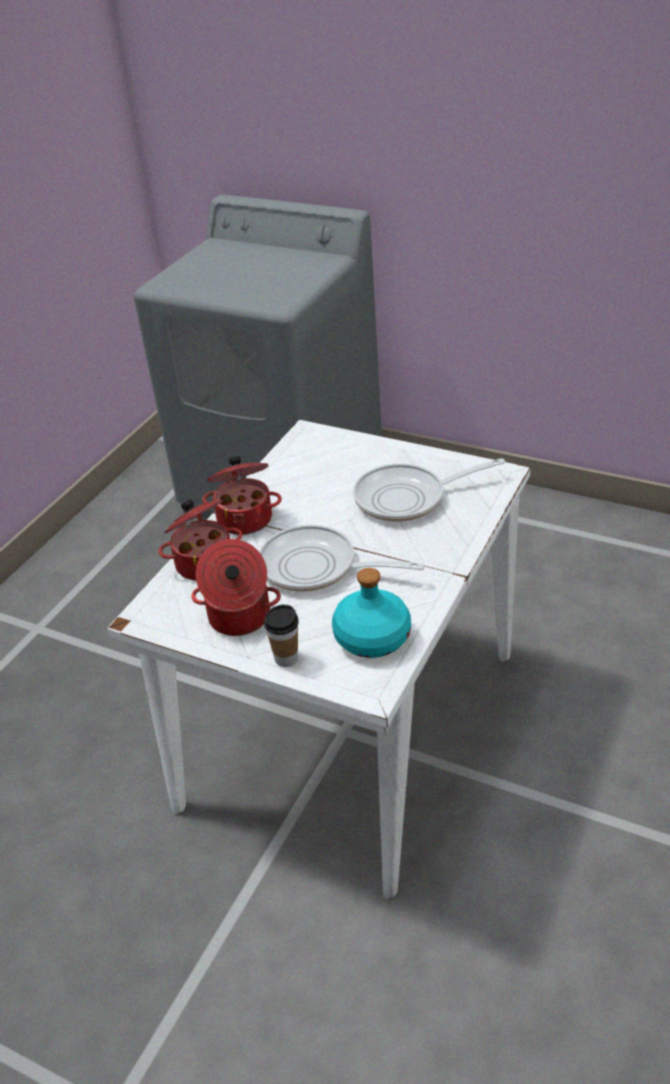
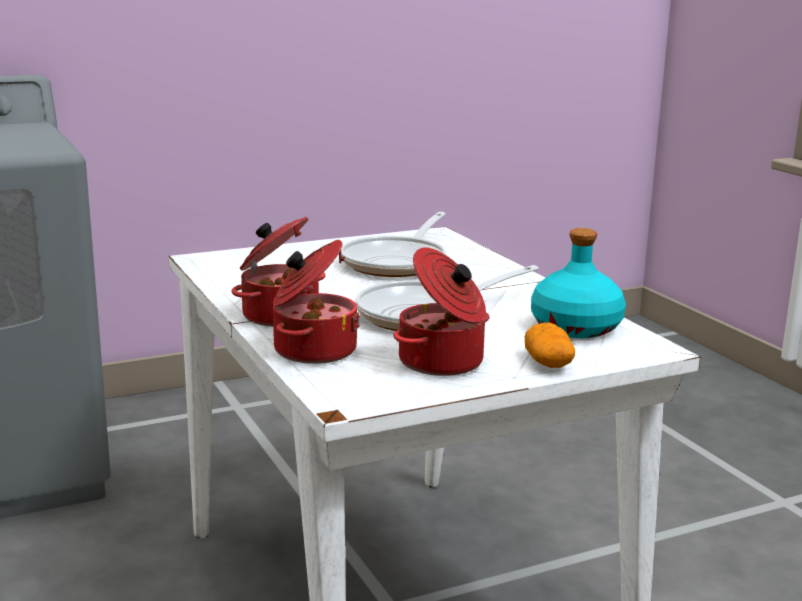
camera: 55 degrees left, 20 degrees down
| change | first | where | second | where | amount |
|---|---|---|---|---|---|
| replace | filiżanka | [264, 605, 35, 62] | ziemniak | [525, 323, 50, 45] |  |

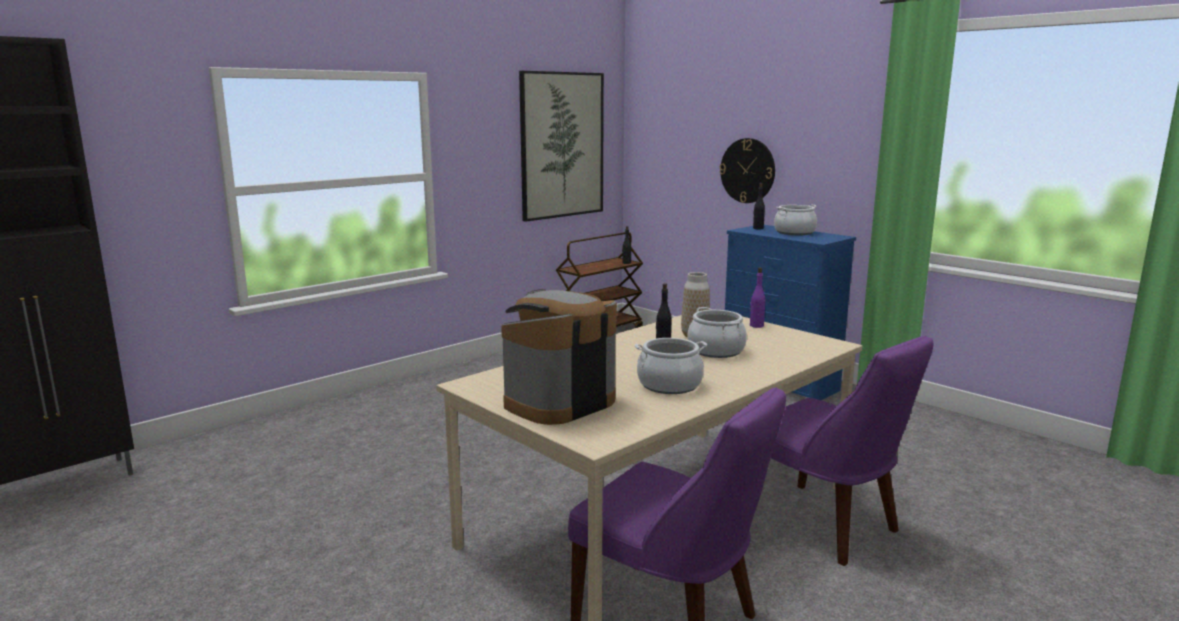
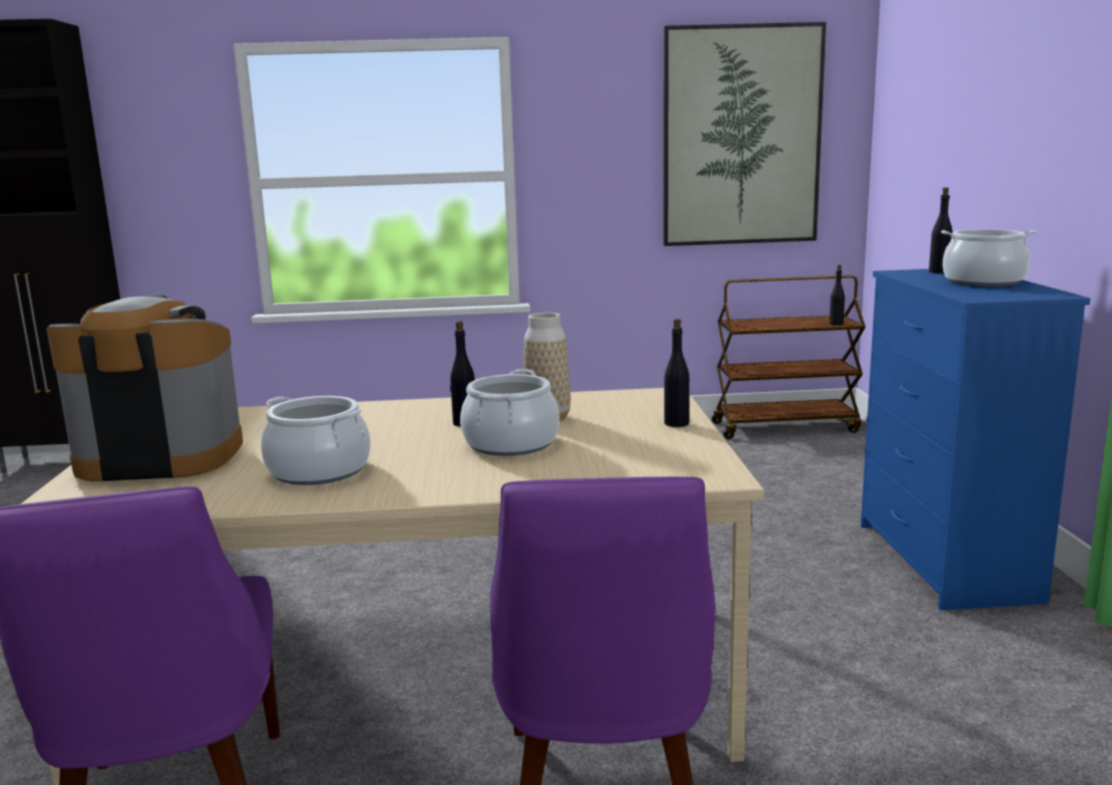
camera: 40 degrees right, 0 degrees up
| change | first | where | second | where | amount |
|---|---|---|---|---|---|
| delete | zegar ścienny | [720, 138, 55, 65] |  |  |  |
| recolor | butelka (fioletowy) | [750, 268, 15, 60] | butelka (czarny) | [664, 319, 25, 108] |  |

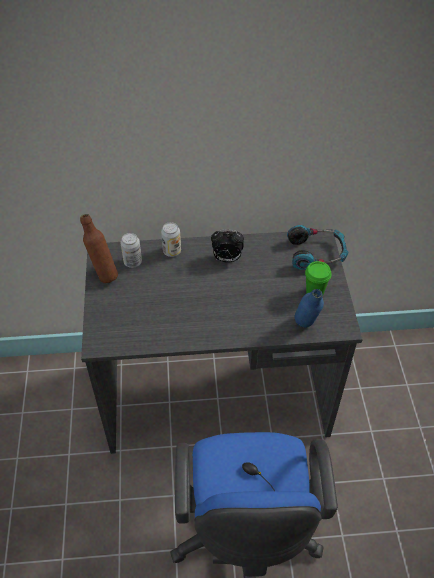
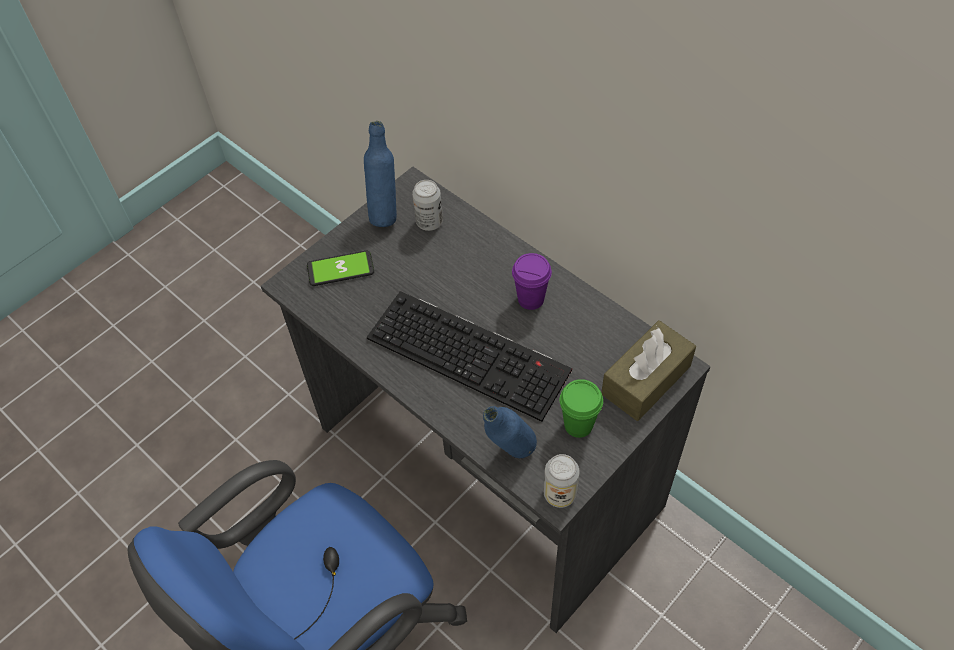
camera: 50 degrees right, 5 degrees up
| change | first | where | second | where | amount |
|---|---|---|---|---|---|
| recolor | butelka (brązowy) | [80, 214, 38, 69] | butelka (niebieski) | [364, 121, 33, 106] |  |
| move | puszka | [161, 222, 20, 35] |  | [544, 454, 36, 54] |  |
| replace | słuchawki | [287, 225, 62, 45] | pudełko chusteczek (brązowy) | [601, 320, 95, 101] |  |
| replace | budzik | [211, 229, 33, 34] | filiżanka (fioletowy) | [512, 253, 40, 57] |  |
| insert |  |  | telefon | [307, 250, 67, 36] |  |
| insert |  |  | klawiatura | [367, 291, 205, 131] |  |

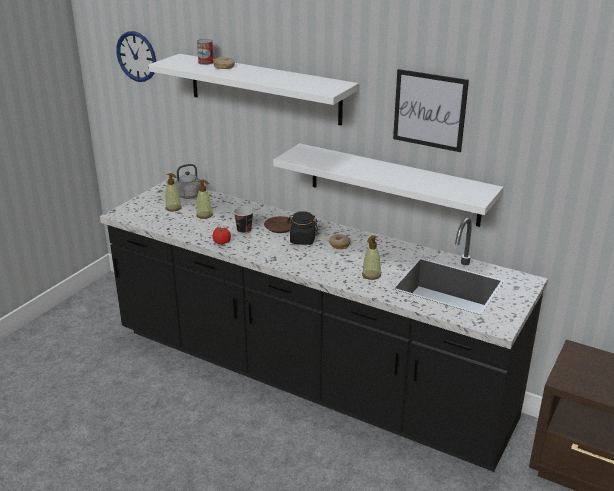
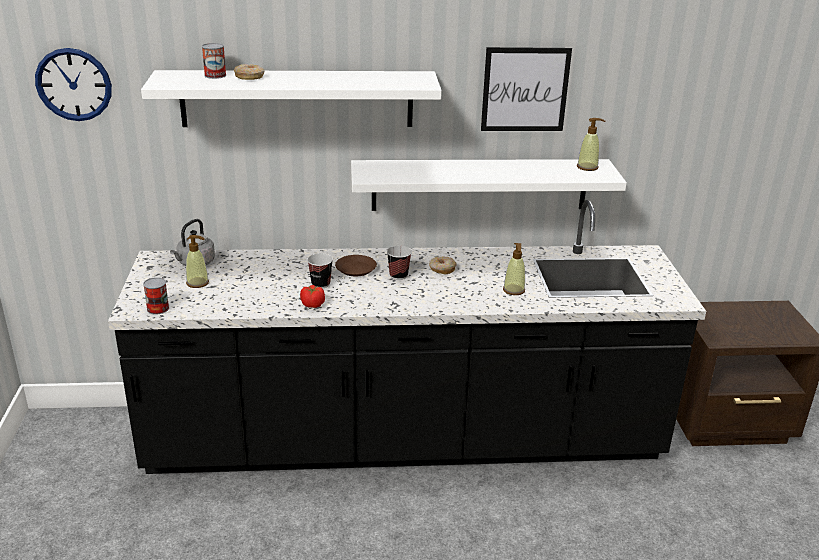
camera: 35 degrees left, 0 degrees up
| change | first | where | second | where | amount |
|---|---|---|---|---|---|
| move | dozownik mydła | [196, 179, 17, 40] |  | [577, 118, 29, 53] |  |
| replace | słoik (czarny) | [287, 211, 31, 34] | filiżanka | [387, 246, 25, 34] |  |
| insert |  |  | puszka | [143, 277, 26, 38] |  |

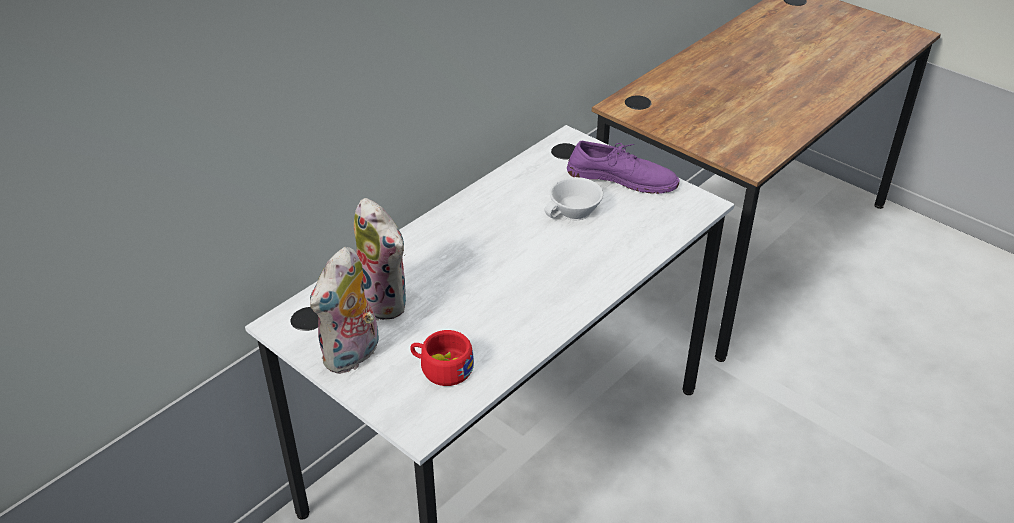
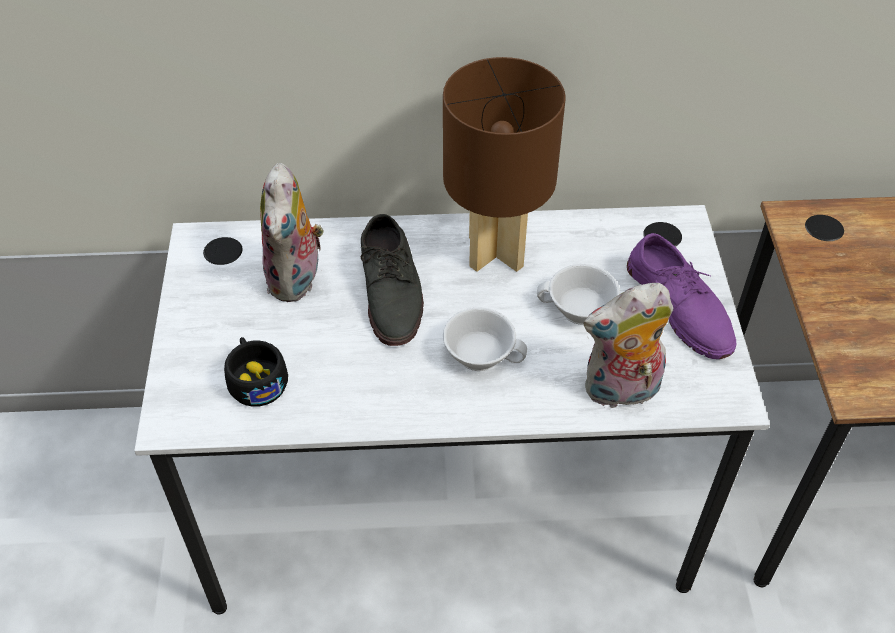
camera: 45 degrees right, 10 degrees up
| change | first | where | second | where | amount |
|---|---|---|---|---|---|
| move | pluszak | [310, 247, 69, 127] |  | [584, 283, 89, 126] |  |
| recolor | filiżanka (czerwony) | [410, 330, 64, 56] | filiżanka (czarny) | [224, 337, 64, 70] |  |
| insert |  |  | lampa stołowa (brązowy) | [443, 57, 122, 215] |  |
| insert |  |  | but (szary) | [360, 214, 64, 132] |  |
| insert |  |  | filiżanka (biały) | [443, 308, 84, 63] |  |

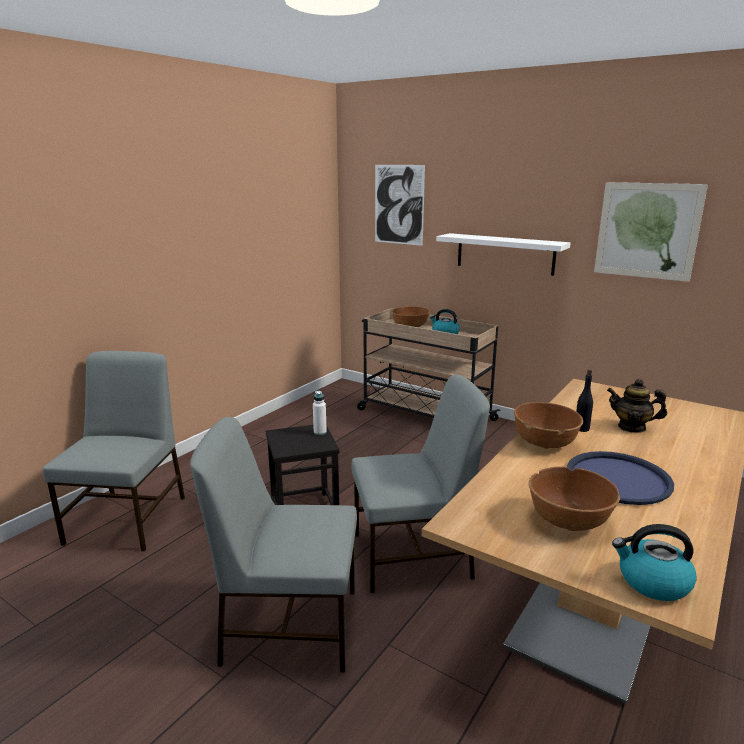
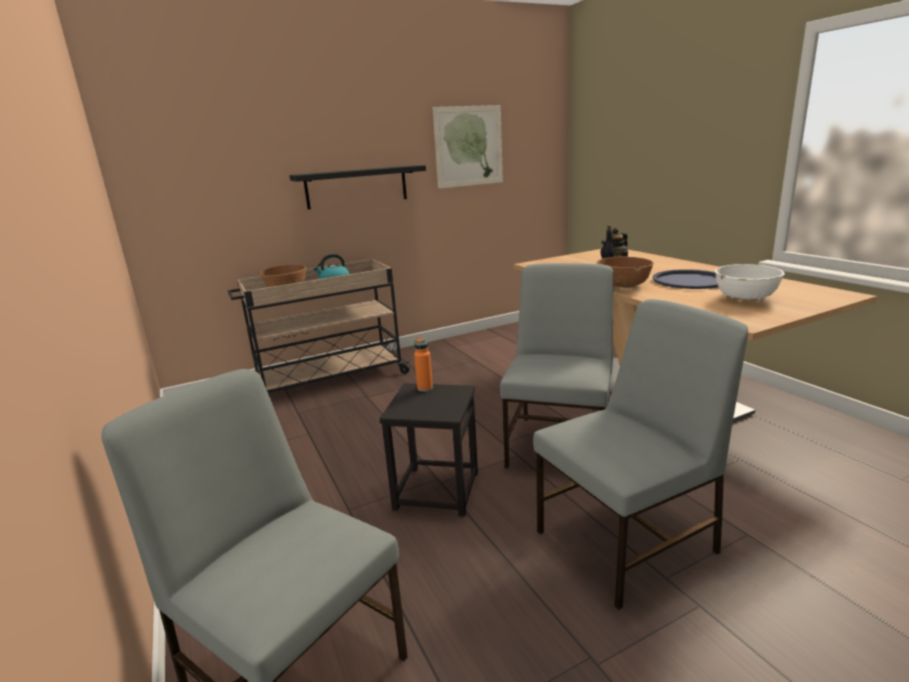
camera: 60 degrees left, 0 degrees up
| change | first | where | second | where | amount |
|---|---|---|---|---|---|
| delete | obraz | [375, 165, 50, 81] |  |  |  |
| recolor | półka (biały) | [436, 233, 134, 43] | półka (czarny) | [289, 165, 137, 45] |  |
| recolor | butelka (biały) | [313, 391, 14, 44] | butelka (pomarańczowy) | [414, 338, 19, 54] |  |
| rotate | krzesło (szary) | [190, 417, 167, 255] |  | [533, 299, 215, 311] | 150 degrees counterclockwise |
| recolor | miska (brązowy) | [529, 466, 91, 65] | miska (biały) | [715, 264, 70, 37] |  |
| delete | czajnik | [612, 524, 85, 77] |  |  |  |

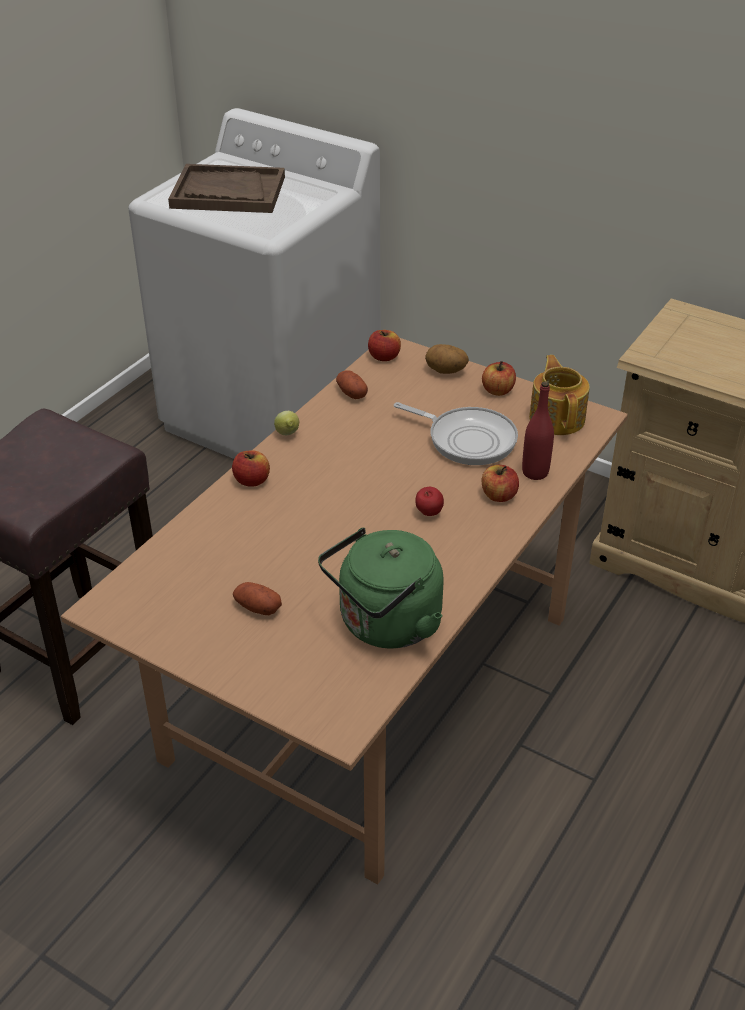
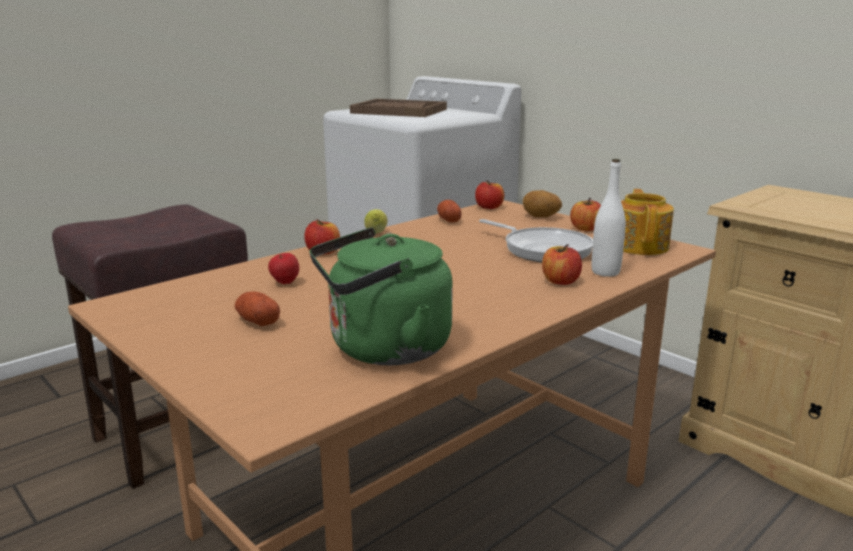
camera: 15 degrees right, 20 degrees down
| change | first | where | second | where | amount |
|---|---|---|---|---|---|
| recolor | butelka (czerwony) | [522, 381, 32, 99] | butelka (biały) | [592, 159, 34, 118] |  |
| move | jabłko | [415, 487, 29, 29] |  | [268, 253, 31, 31] |  |

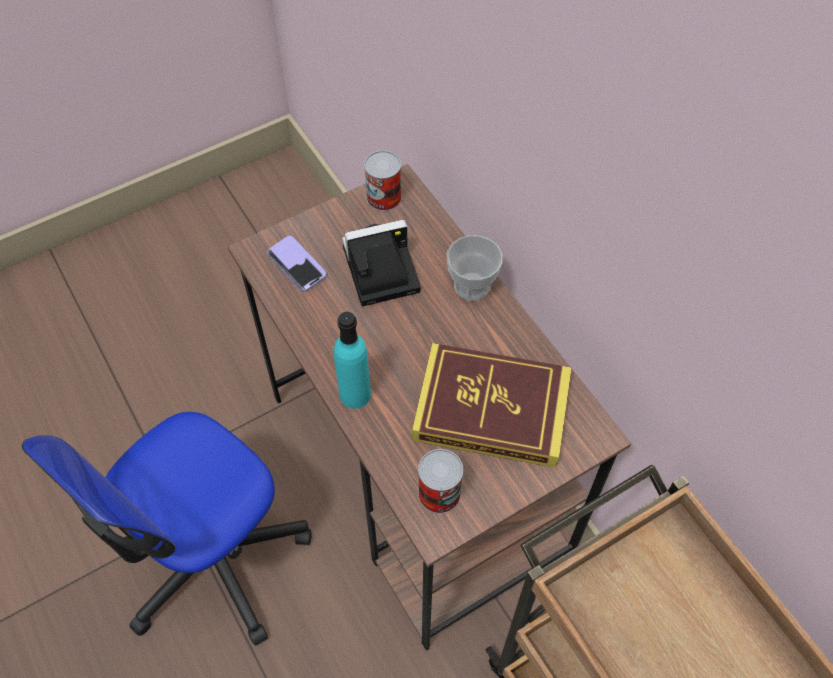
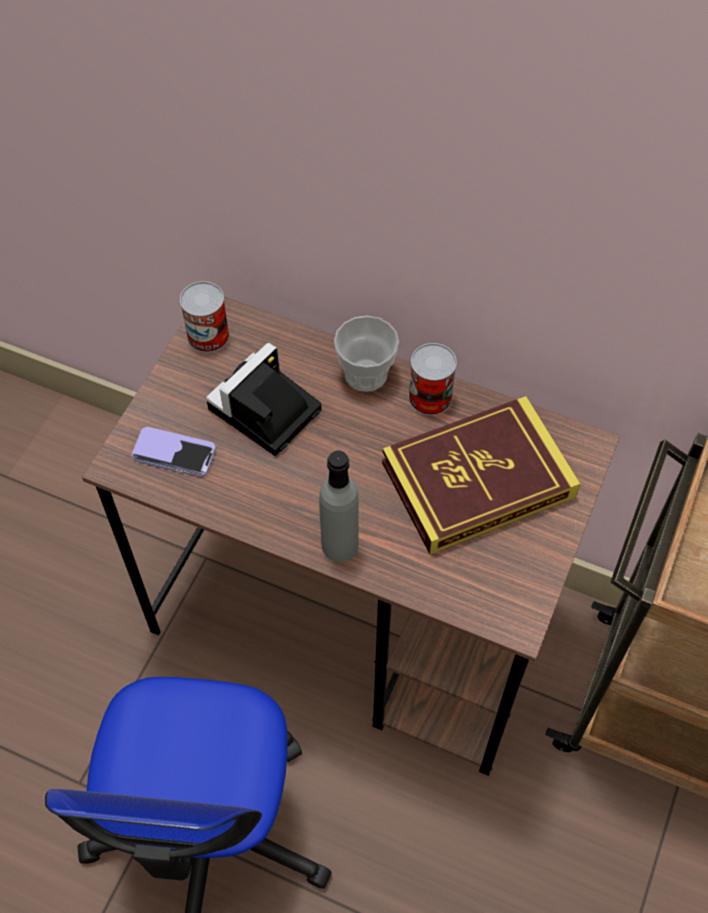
camera: 35 degrees left, 0 degrees up
| change | first | where | second | where | amount |
|---|---|---|---|---|---|
| recolor | butelka (turkusowy) | [334, 312, 37, 97] | butelka (szary) | [319, 451, 39, 111] |  |
| move | puszka | [418, 449, 45, 65] |  | [408, 343, 49, 73] |  |

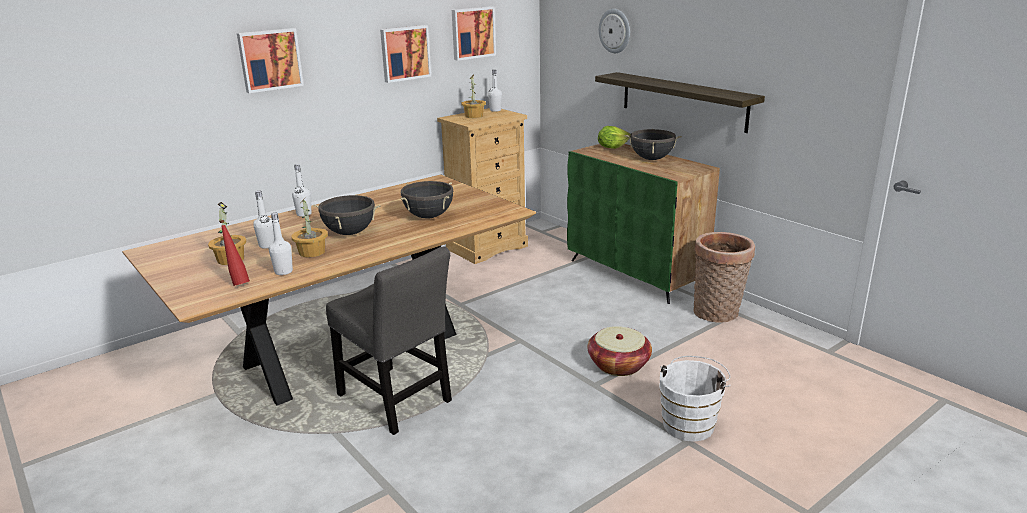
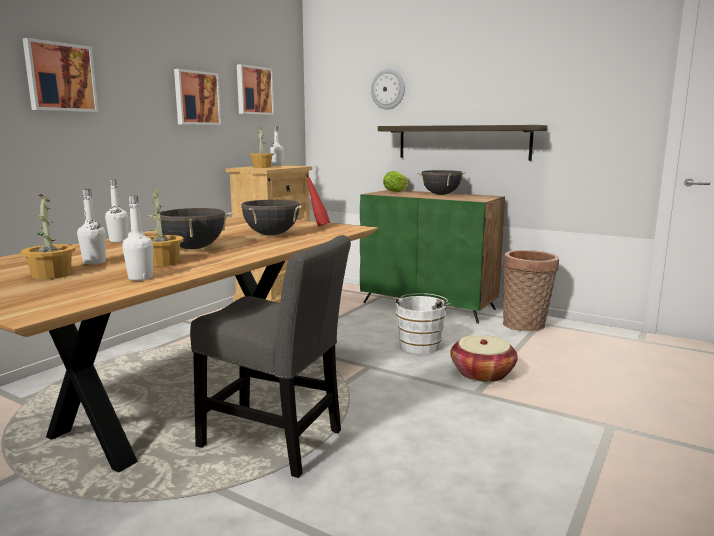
camera: 20 degrees left, 10 degrees down
| change | first | where | second | where | amount |
|---|---|---|---|---|---|
| move | butelka (czerwony) | [219, 220, 31, 66] |  | [305, 173, 25, 53] |  |
| move | wiadro (biały) | [659, 356, 72, 86] |  | [394, 293, 57, 61] |  |

